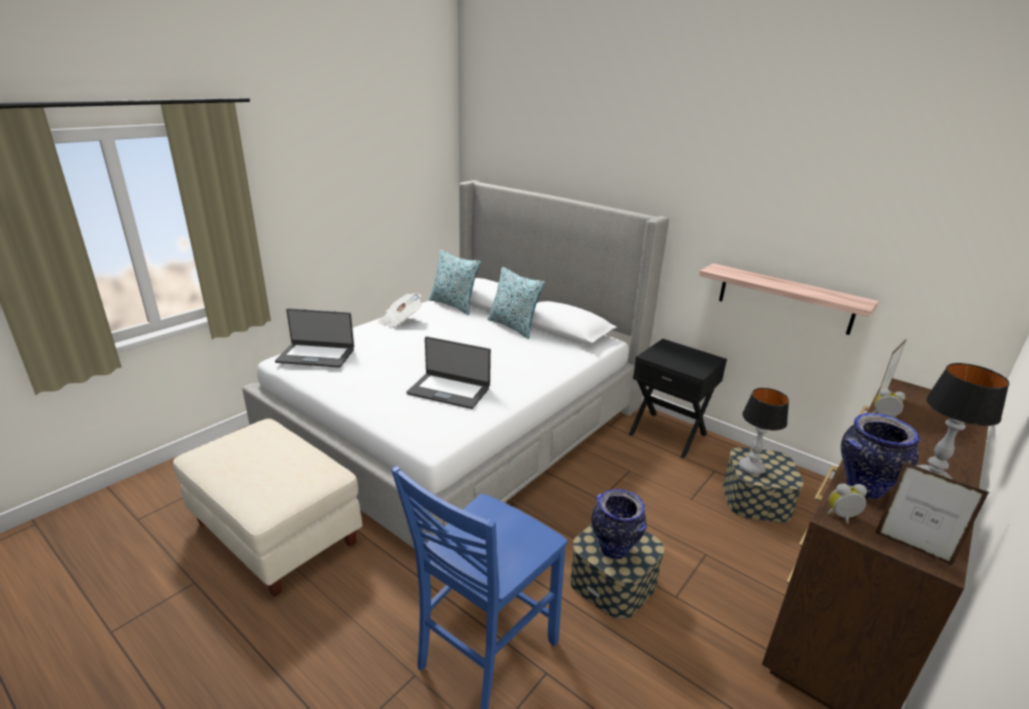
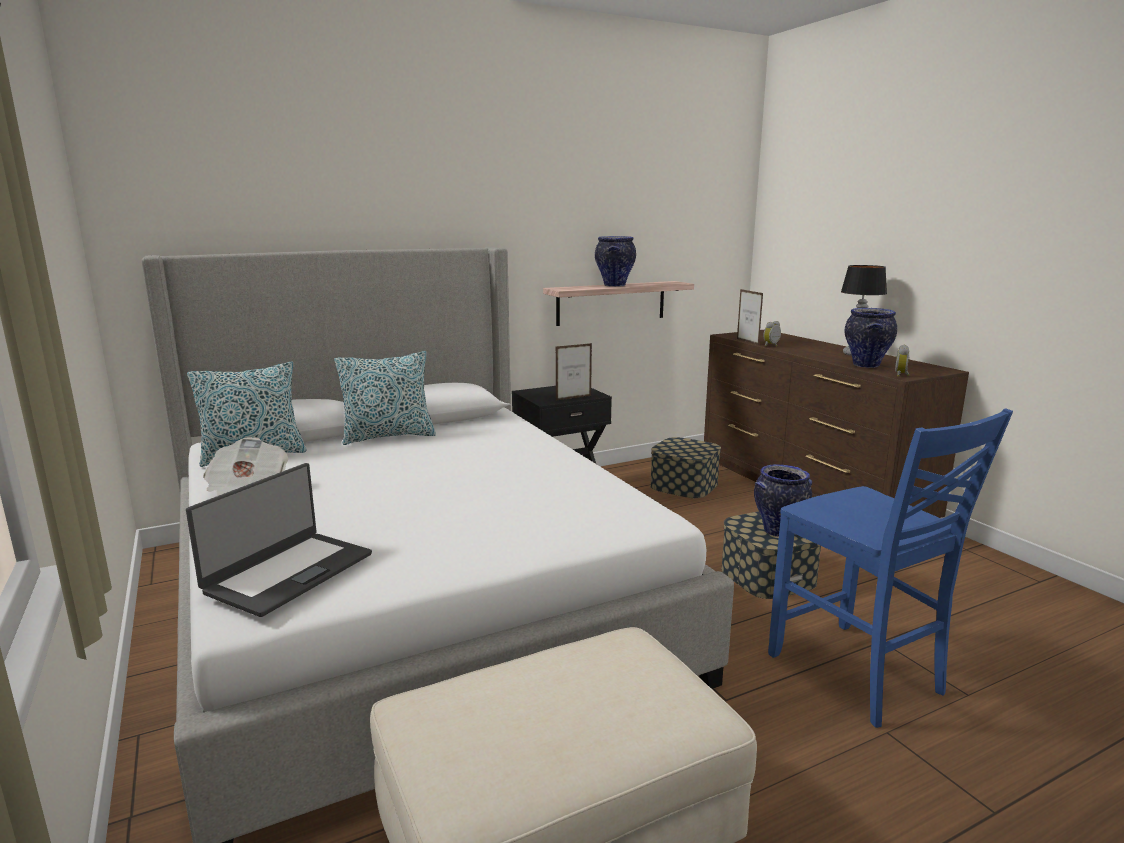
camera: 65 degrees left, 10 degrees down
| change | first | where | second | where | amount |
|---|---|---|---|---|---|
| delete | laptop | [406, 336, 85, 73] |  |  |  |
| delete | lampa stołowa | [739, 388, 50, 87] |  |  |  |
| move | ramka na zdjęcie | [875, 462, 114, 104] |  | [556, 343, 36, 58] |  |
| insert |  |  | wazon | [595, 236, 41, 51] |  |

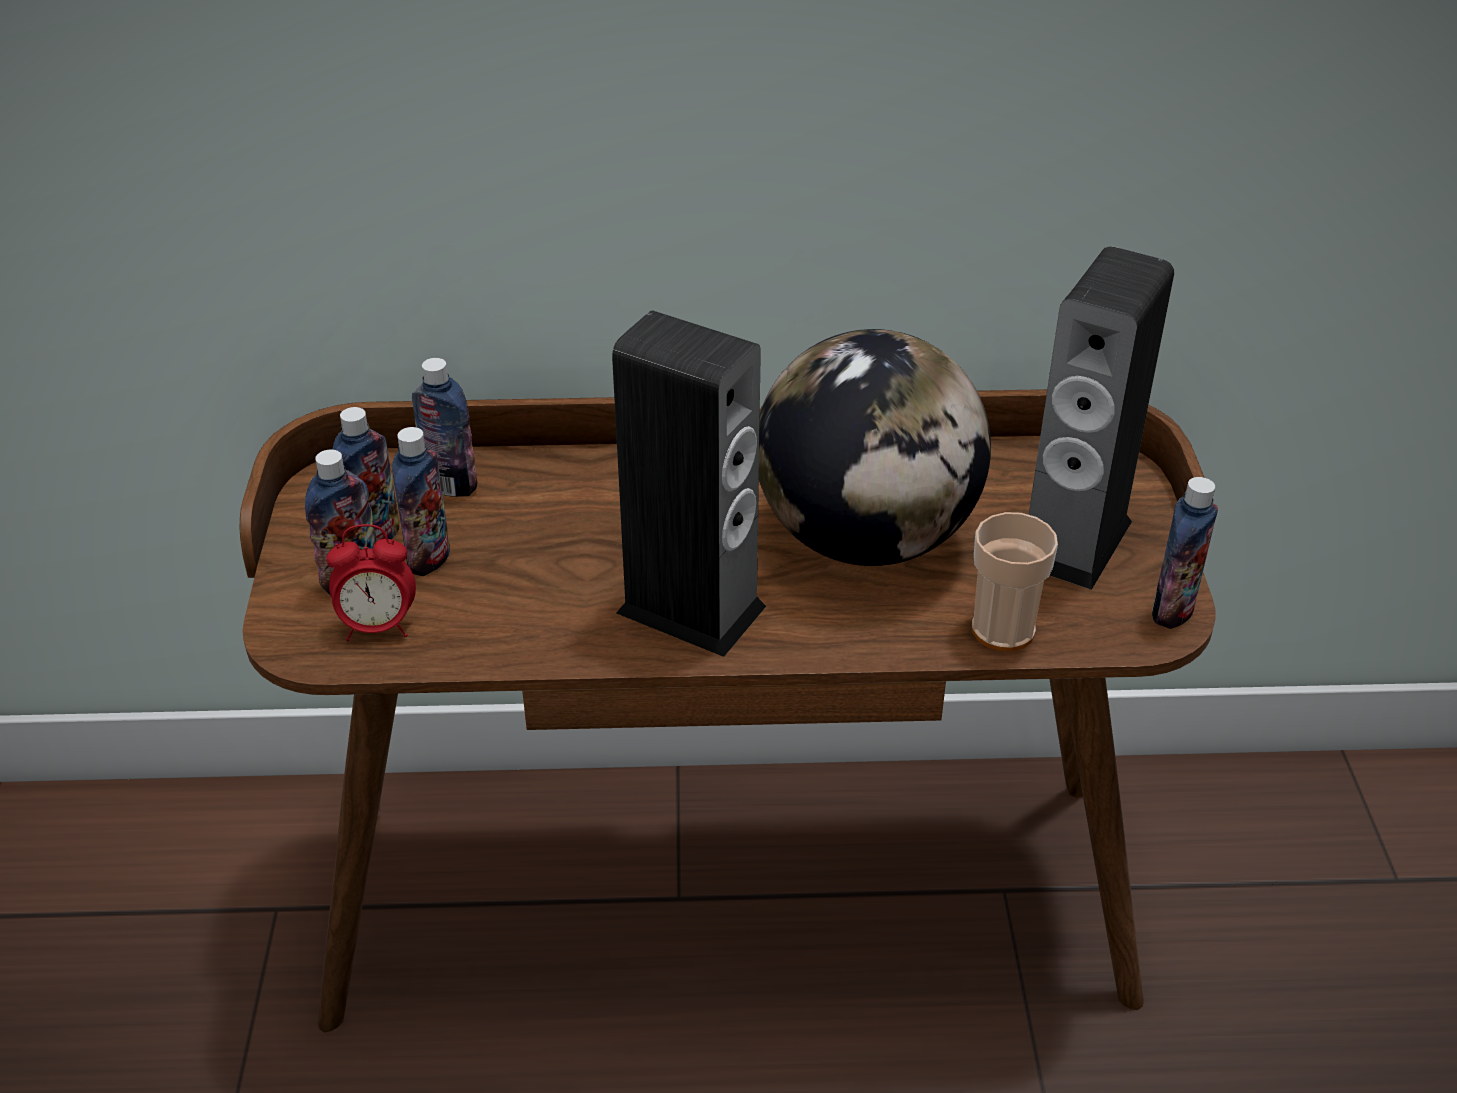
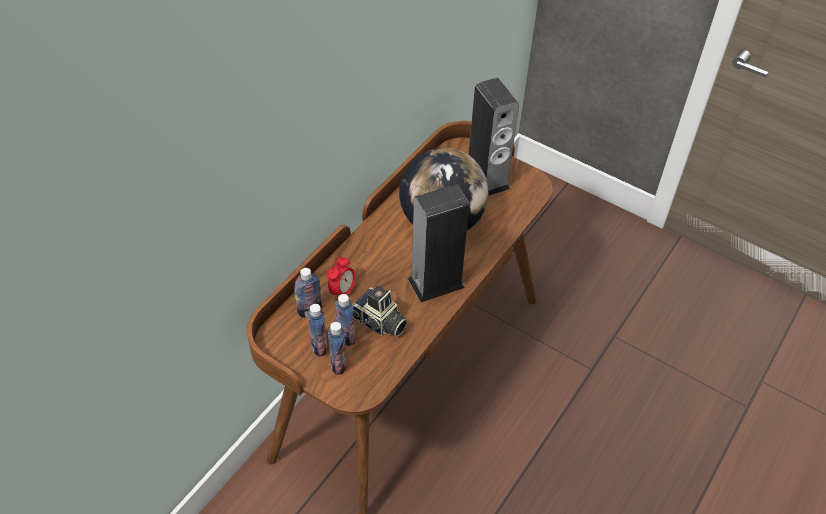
camera: 55 degrees left, 10 degrees up
| change | first | where | second | where | amount |
|---|---|---|---|---|---|
| delete | butelka | [1152, 477, 66, 152] |  |  |  |
| delete | filiżanka | [972, 512, 86, 139] |  |  |  |
| move | budzik | [326, 524, 90, 117] |  | [327, 256, 28, 39] |  |
| insert |  |  | aparat fotograficzny | [353, 285, 55, 52] |  |

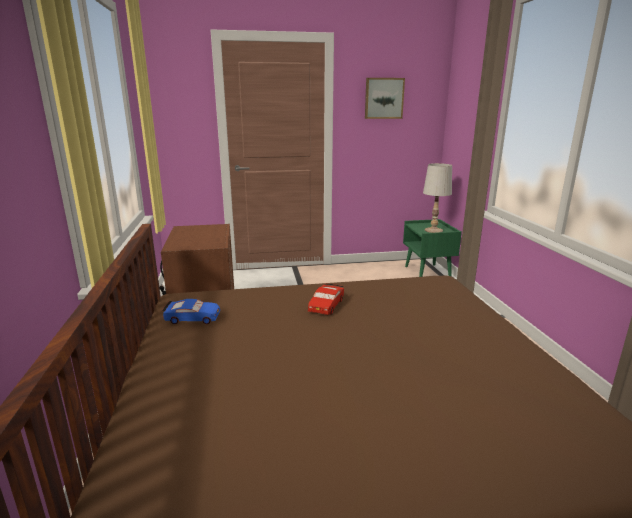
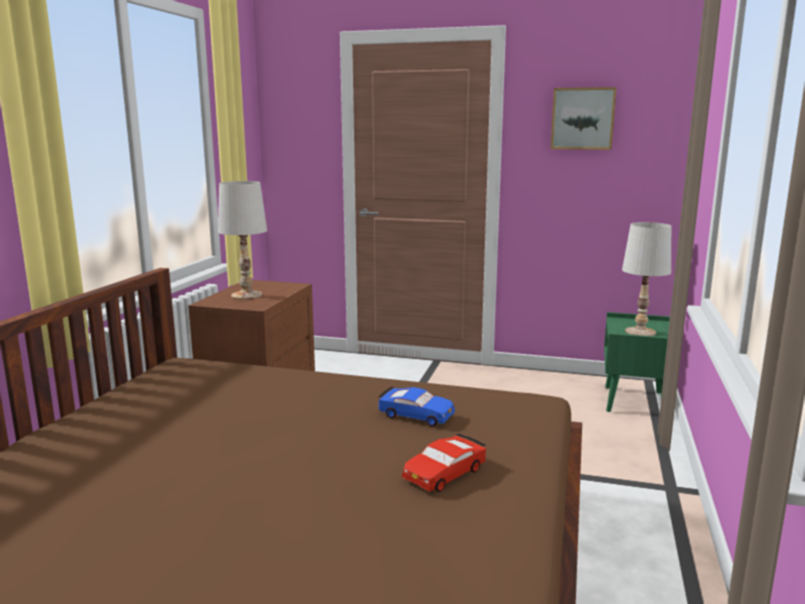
camera: 25 degrees right, 5 degrees down
| change | first | where | second | where | amount |
|---|---|---|---|---|---|
| move | samochodzik (czerwony) | [308, 284, 36, 31] |  | [402, 434, 84, 58] |  |
| move | samochodzik (niebieski) | [162, 299, 58, 25] |  | [378, 387, 77, 39] |  |
| insert |  |  | lampa stołowa (biały) | [218, 181, 49, 118] |  |

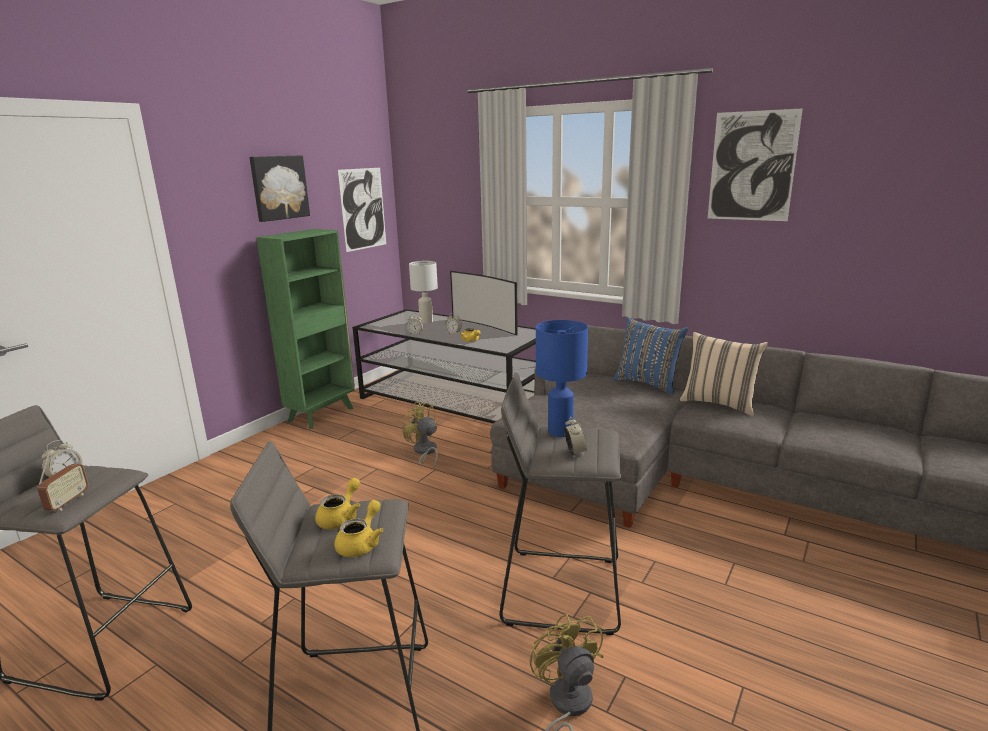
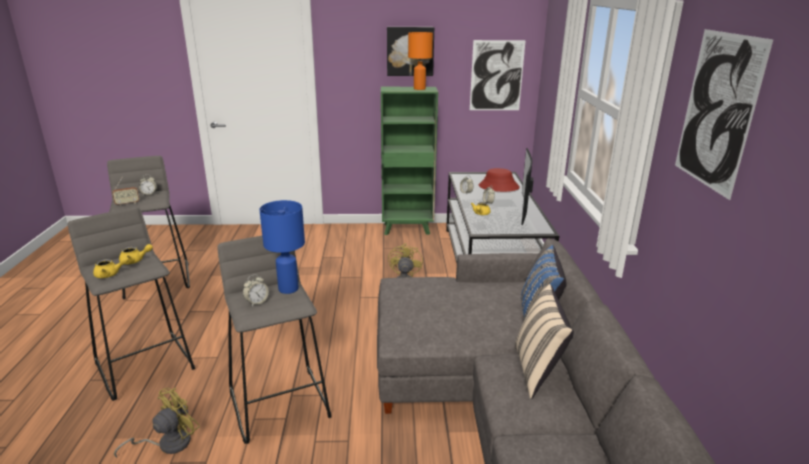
camera: 55 degrees right, 5 degrees up
| change | first | where | second | where | amount |
|---|---|---|---|---|---|
| replace | lampa stołowa (biały) | [409, 261, 29, 63] | kapelusz (czerwony) | [479, 168, 41, 24] |  |
| insert |  |  | lampa stołowa (pomarańczowy) | [408, 32, 25, 58] |  |

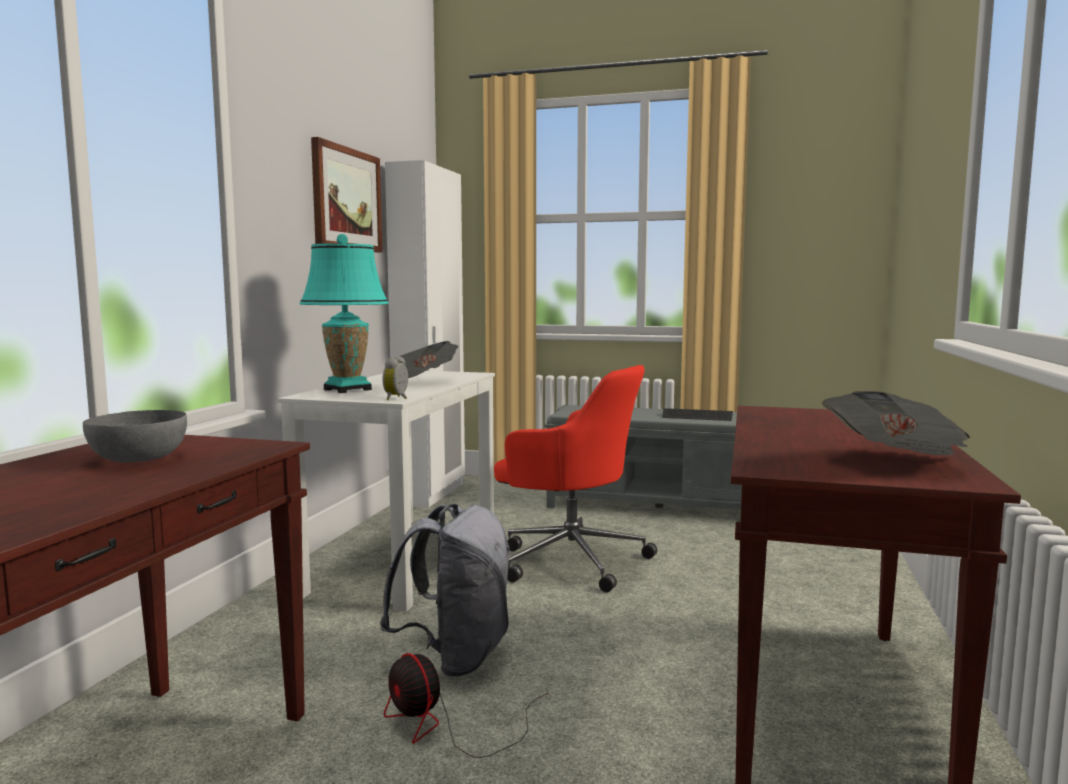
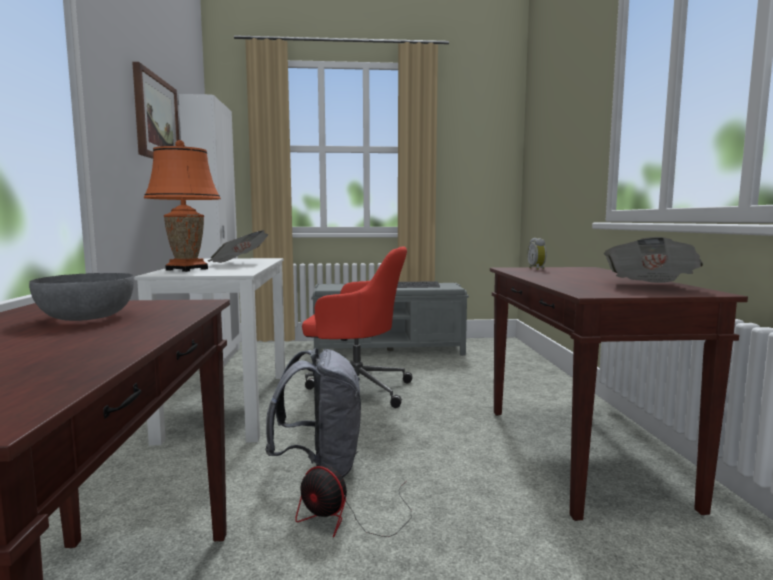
camera: 20 degrees left, 0 degrees up
| change | first | where | second | where | amount |
|---|---|---|---|---|---|
| recolor | lampa stołowa (turkusowy) | [300, 234, 89, 159] | lampa stołowa (pomarańczowy) | [144, 140, 77, 132] |  |
| move | budzik | [383, 356, 25, 44] |  | [527, 238, 20, 32] |  |

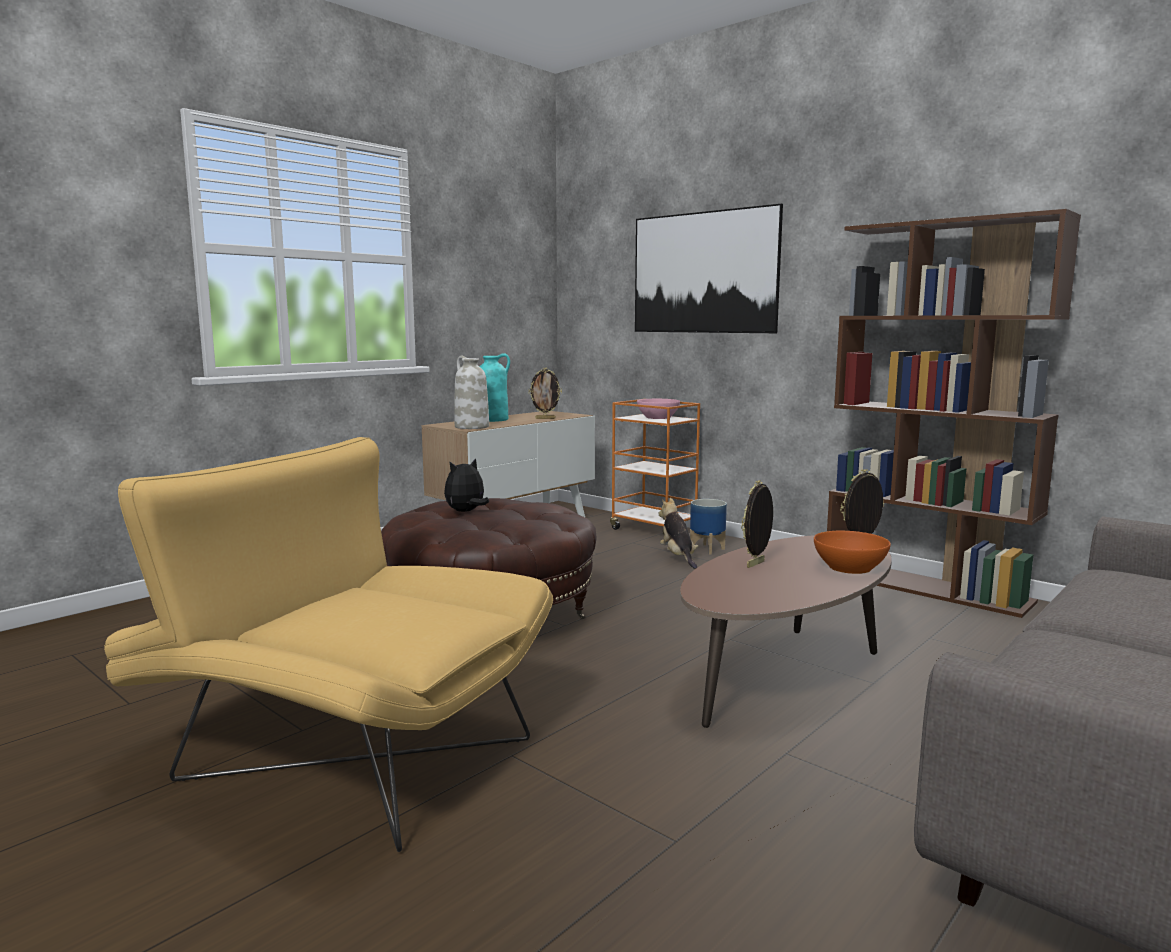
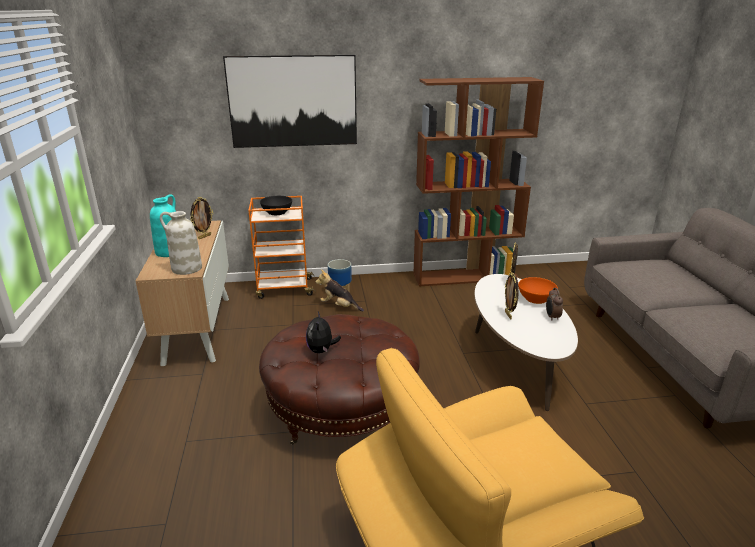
camera: 50 degrees left, 15 degrees up
| change | first | where | second | where | amount |
|---|---|---|---|---|---|
| recolor | miska (różowy) | [637, 399, 43, 20] | miska (czarny) | [260, 196, 32, 19] |  |
| recolor | ława (brązowy) | [680, 535, 212, 193] | ława (biały) | [474, 274, 104, 137] |  |
| insert |  |  | budzik | [546, 288, 17, 33] |  |

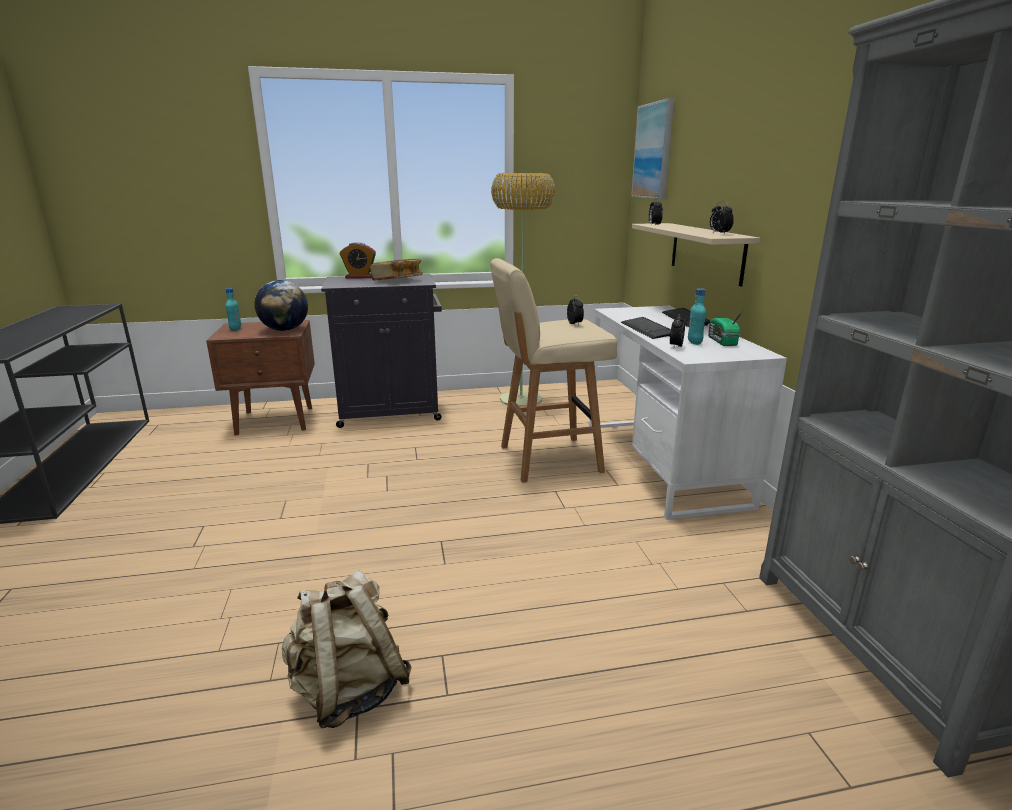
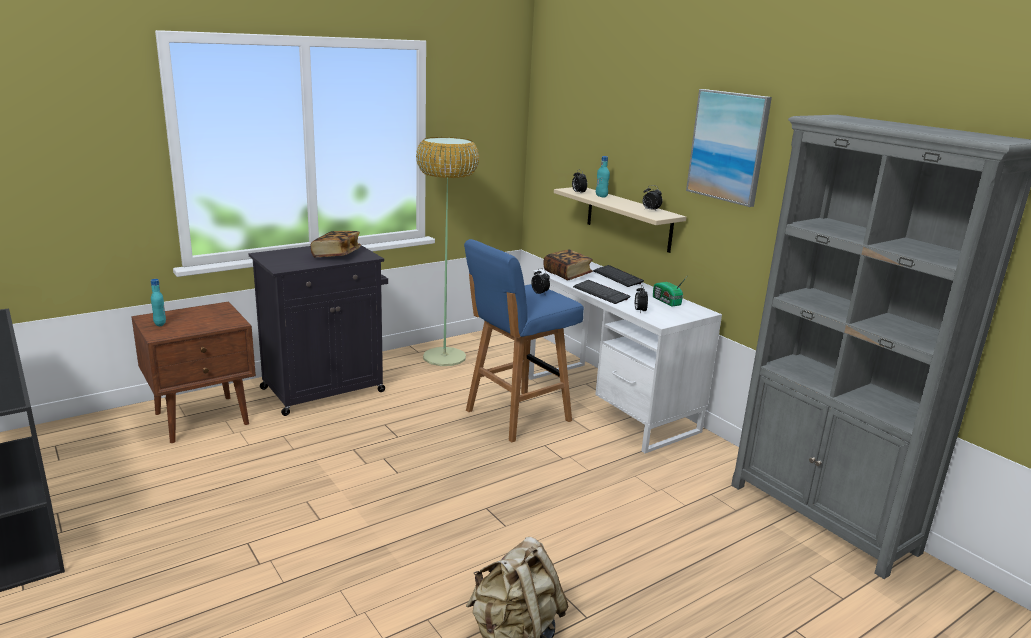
camera: 25 degrees left, 0 degrees up
| change | first | where | second | where | amount |
|---|---|---|---|---|---|
| move | obraz | [631, 98, 43, 101] |  | [686, 89, 86, 118] |  |
| delete | budzik | [340, 242, 36, 36] |  |  |  |
| recolor | stołek (beżowy) | [490, 258, 127, 225] | stołek (niebieski) | [464, 239, 120, 204] |  |
| delete | globus | [254, 280, 54, 51] |  |  |  |
| move | butelka (turkusowy) | [688, 288, 18, 57] |  | [596, 156, 14, 42] |  |
| insert |  |  | książka | [543, 249, 50, 31] |  |

